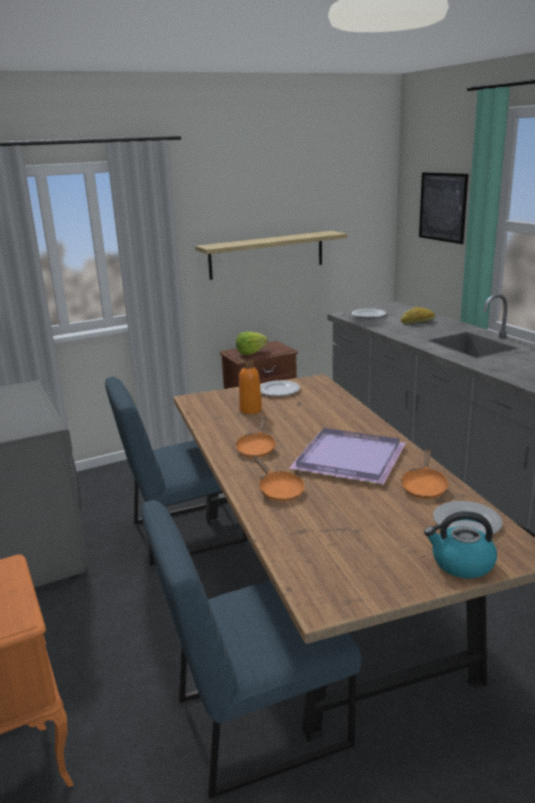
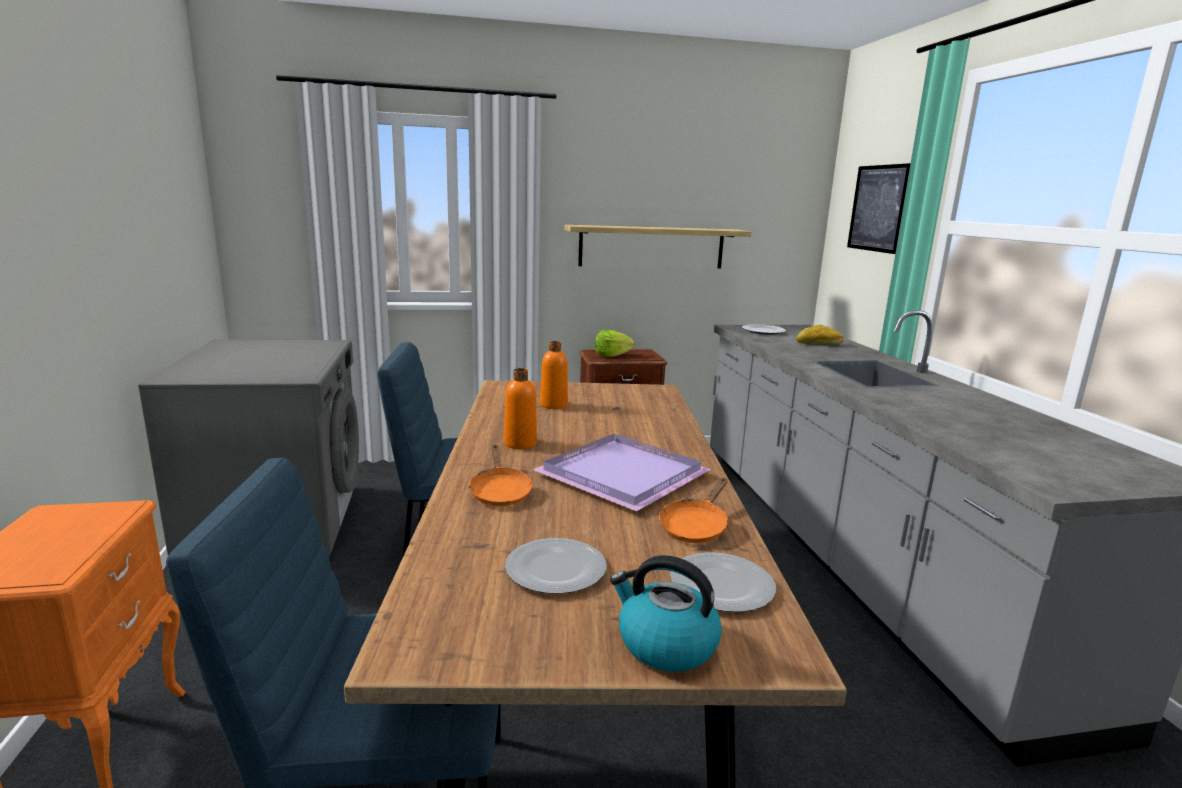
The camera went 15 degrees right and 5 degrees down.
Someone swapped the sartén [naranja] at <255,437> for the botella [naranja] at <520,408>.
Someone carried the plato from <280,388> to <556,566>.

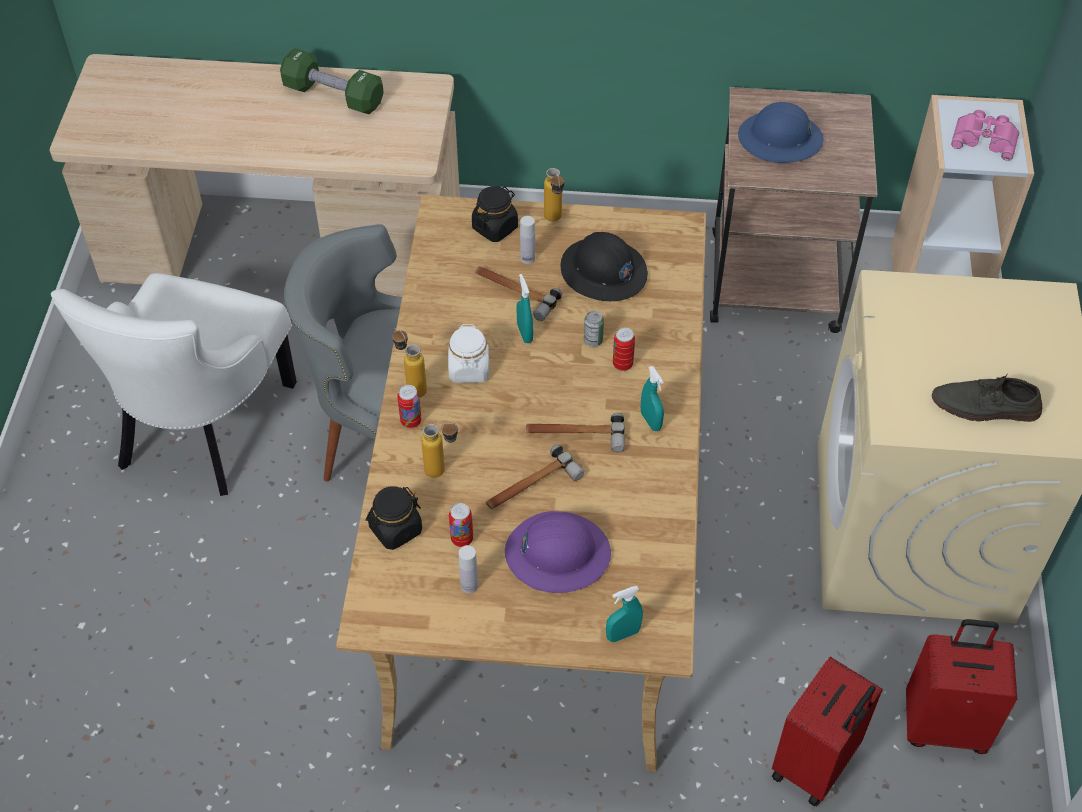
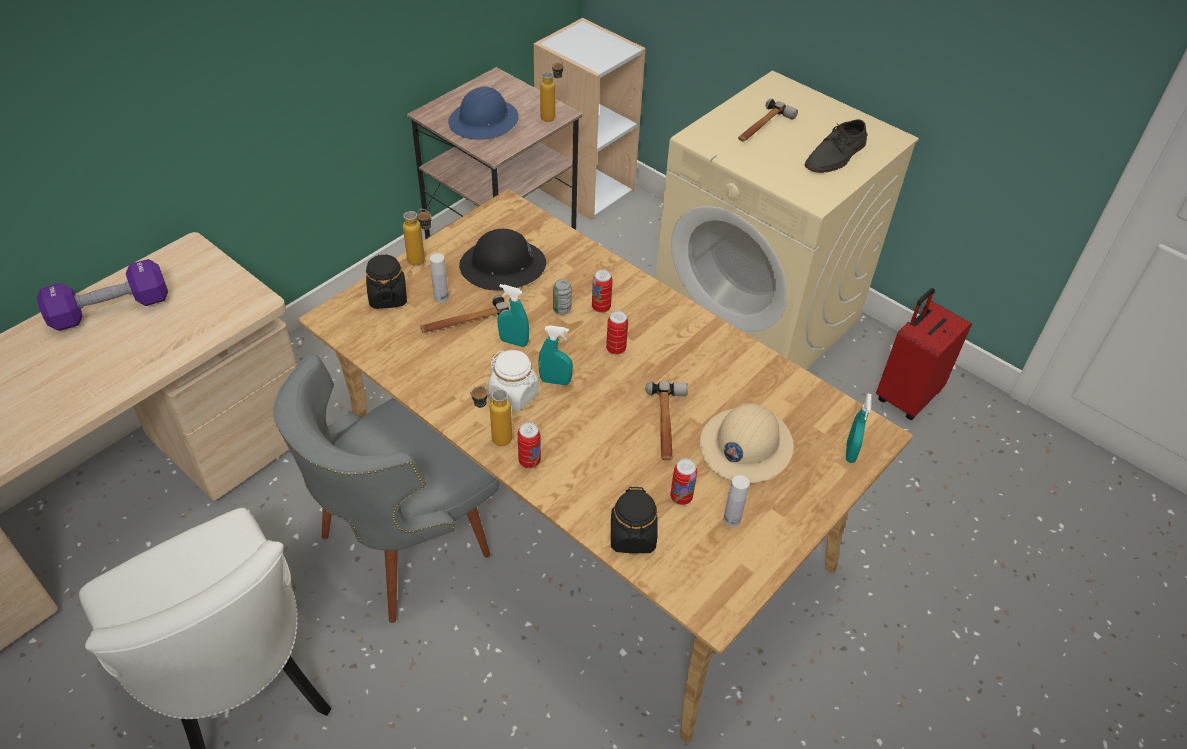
The camera went 55 degrees left and 5 degrees down.
Someone repainted the mancuerna [verde] at <332,81>, which became the mancuerna [morado] at <102,295>.
Someone carried the pulverizador [turquesa] from <652,398> to <555,355>.
Someone carried the botella from <440,450> to <551,90>.
Someone put down the lata at <617,333>.
Someone repainted the casco [morado] at <558,552>, which became the casco [beis] at <747,443>.
Someone carried the martillo from <575,432> to <768,120>.
Someone took away the maleta [rojo] at <827,732>.
Someone took away the prismáticos [rosa] at <985,135>.

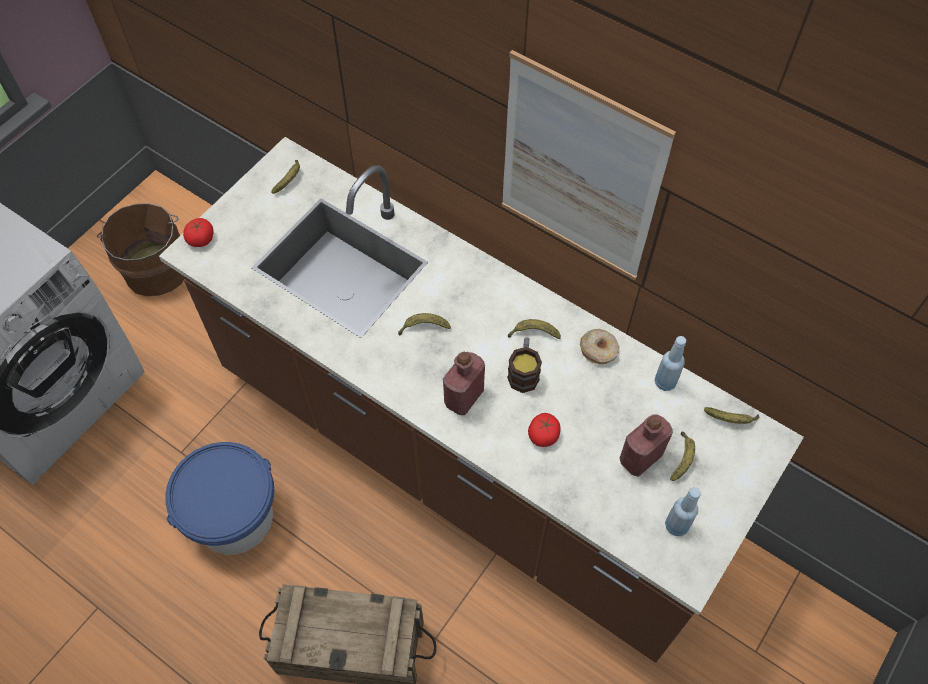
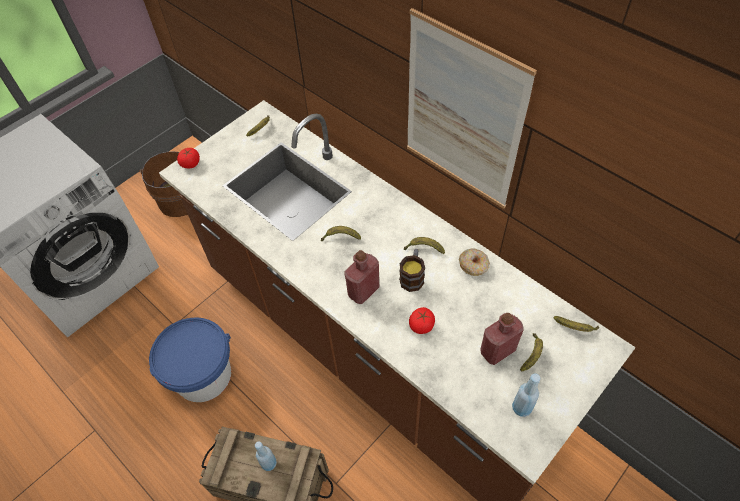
The camera went 10 degrees right and 5 degrees down.
Someone carried the botella [azul] from <670,363> to <266,456>.

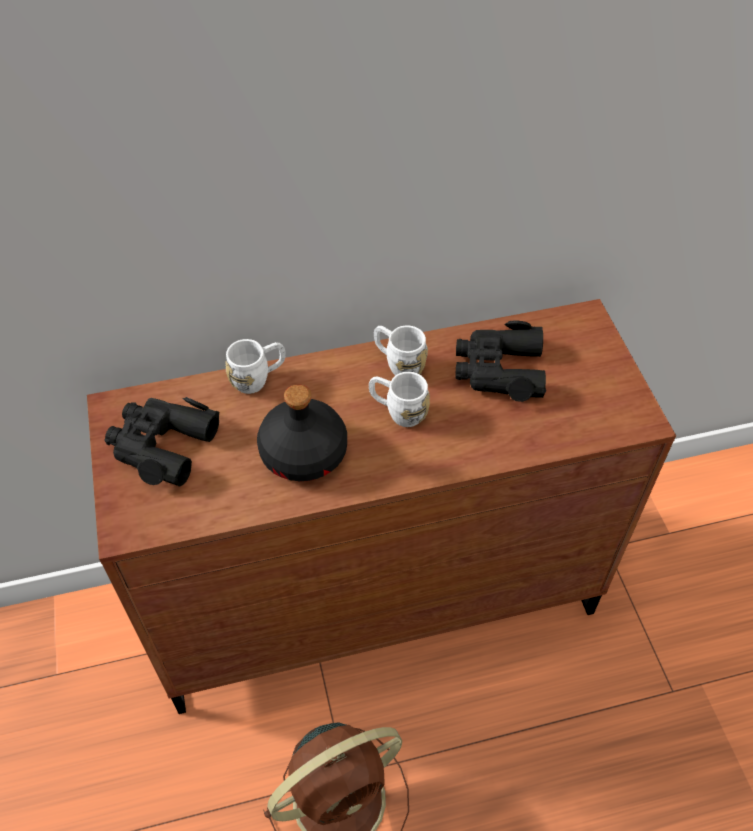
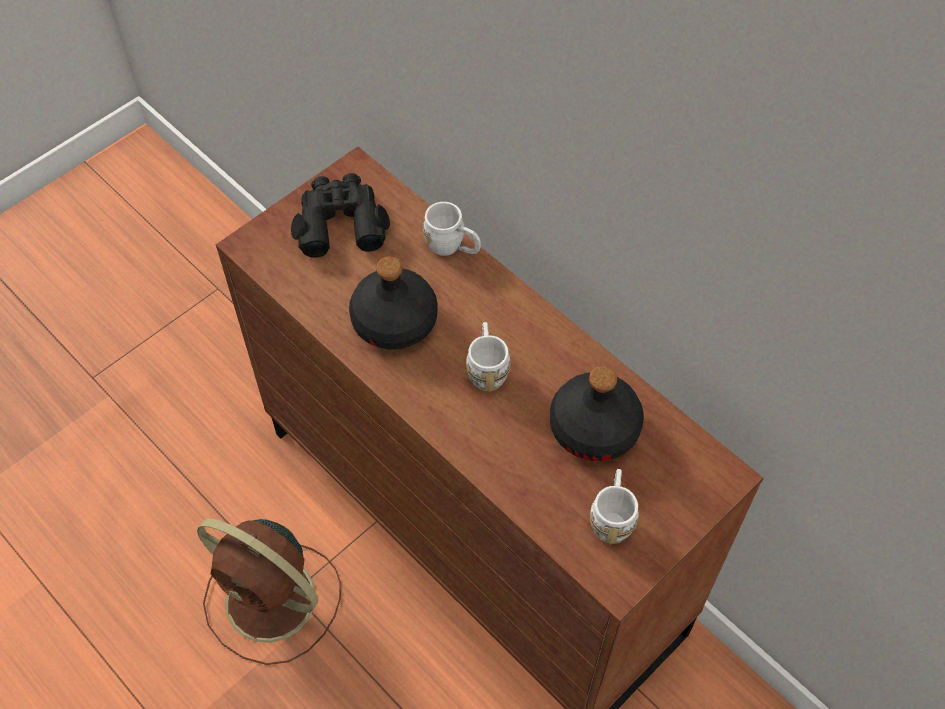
The camera went 60 degrees right and 5 degrees up.
Someone swapped the prismáticos [negro] at <501,361> for the botella [negro] at <597,413>.
Someone carried the taza grande [blanco] from <401,350> to <614,507>.

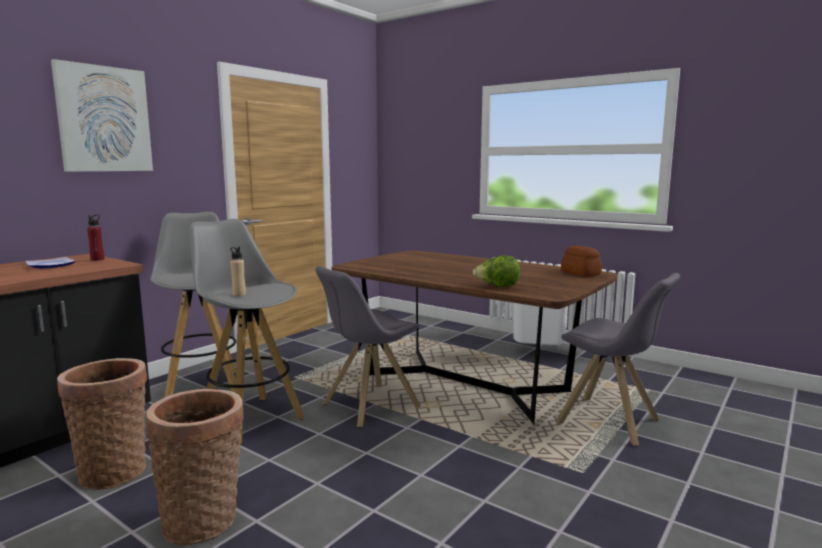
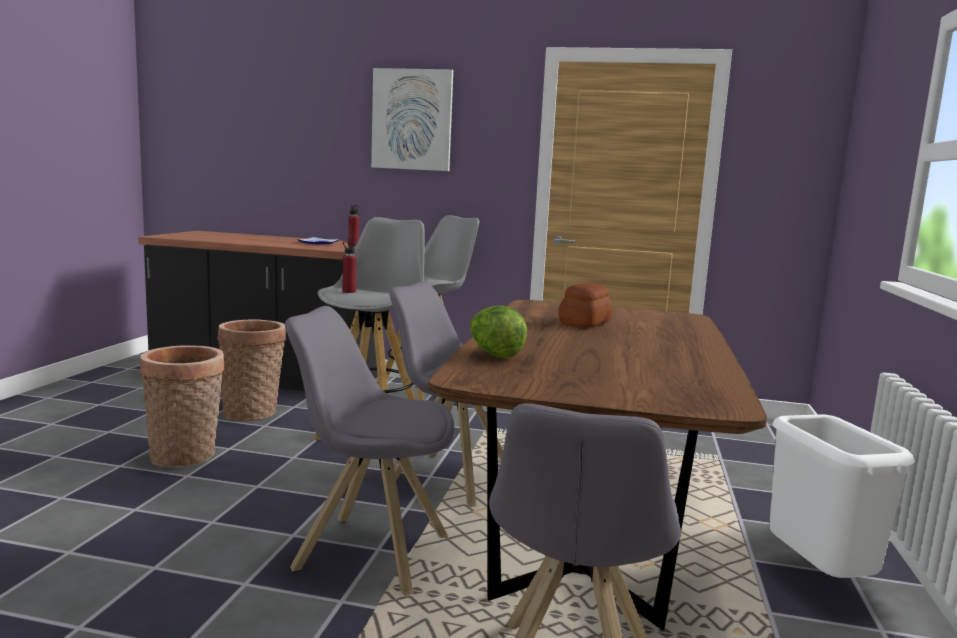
The camera went 65 degrees right and 0 degrees up.
Someone put down the silla [gris] at <369,451>.
Someone repainted the botella [beis] at <238,271>, which became the botella [rojo] at <349,267>.
Someone carried the pan from <581,261> to <585,305>.

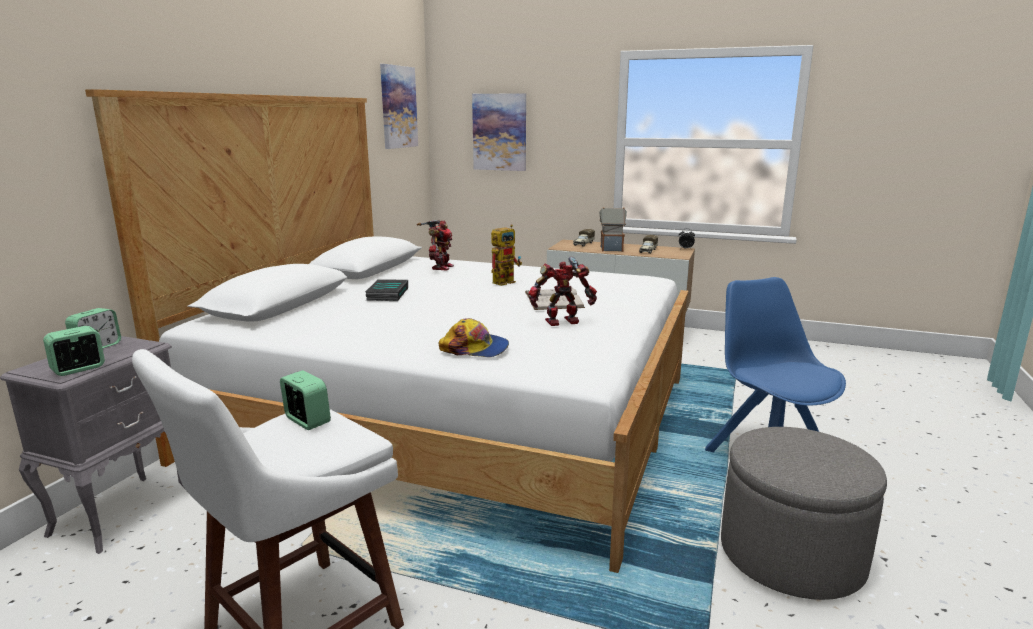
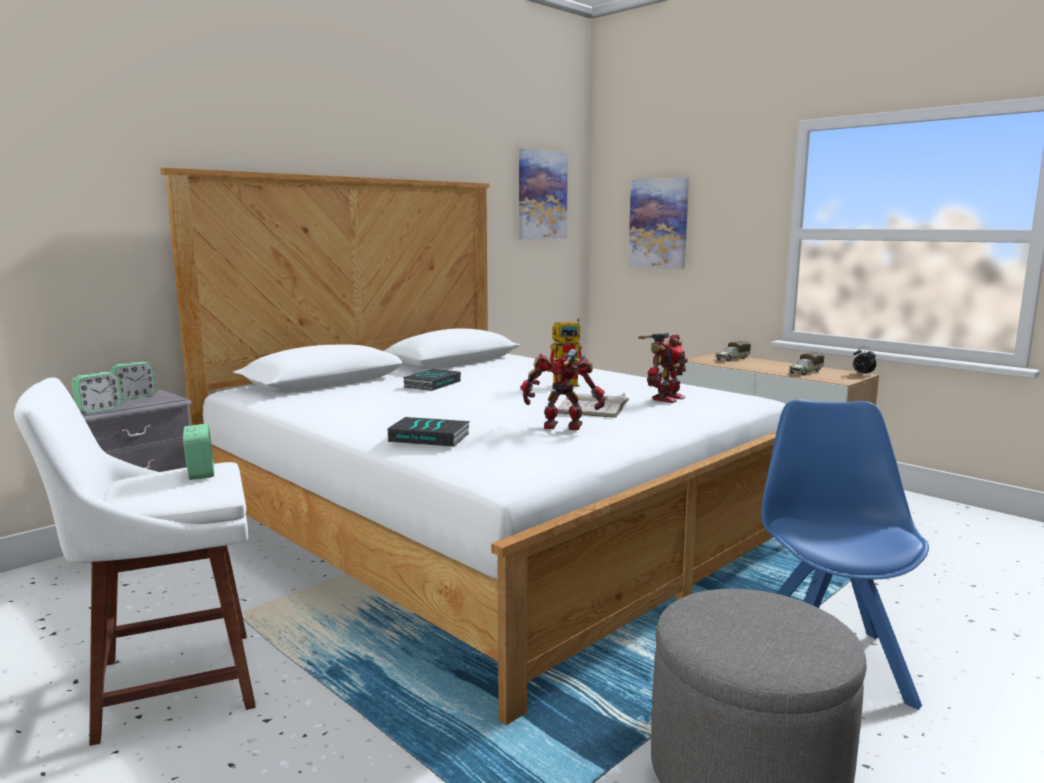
The camera went 25 degrees right and 5 degrees down.
Someone rotated the despertador at <74,351> by 150 degrees clockwise.
Someone swapped the gorra at <474,337> for the libro at <428,432>.
Someone carried the robot de juguete from <435,245> to <663,367>.
Someone took away the casita at <613,229>.

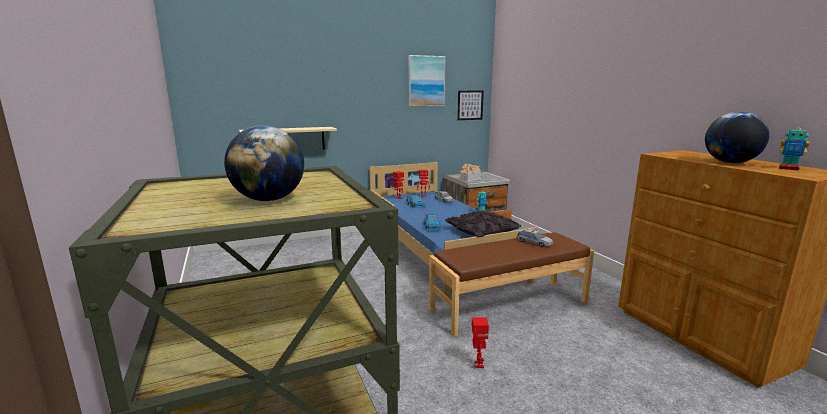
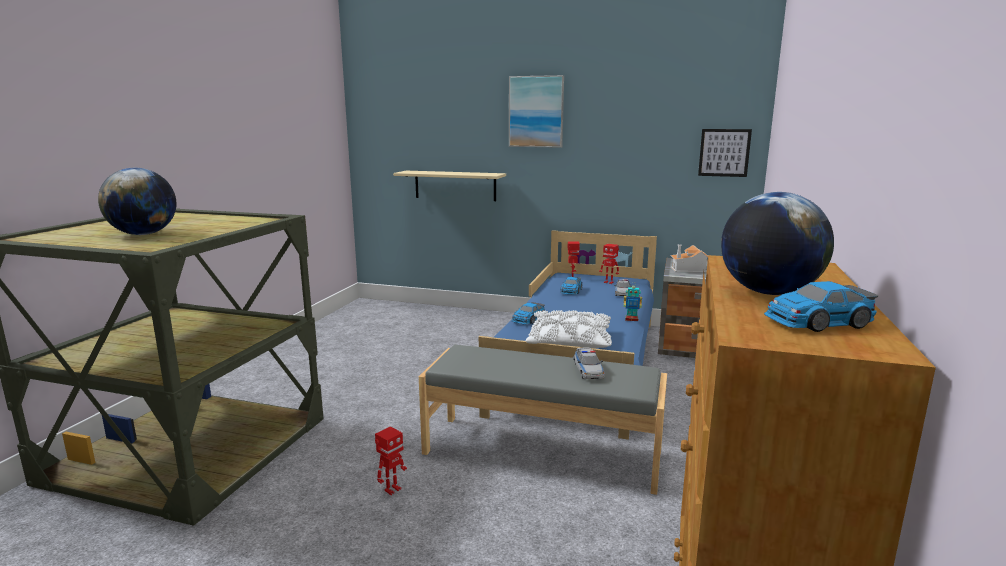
The camera went 40 degrees right and 0 degrees up.
Someone repainted the banco [marrón] at <511,284>, which became the banco [gris] at <543,420>.
Someone carried the cuadro from <427,80> to <536,111>.
Someone repainted the cojín [negro] at <483,224>, which became the cojín [blanco] at <569,329>.
Someone swapped the robot de juguete at <794,146> for the coche de juguete at <821,306>.

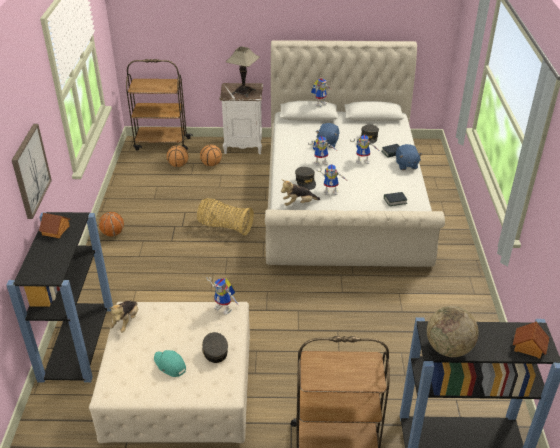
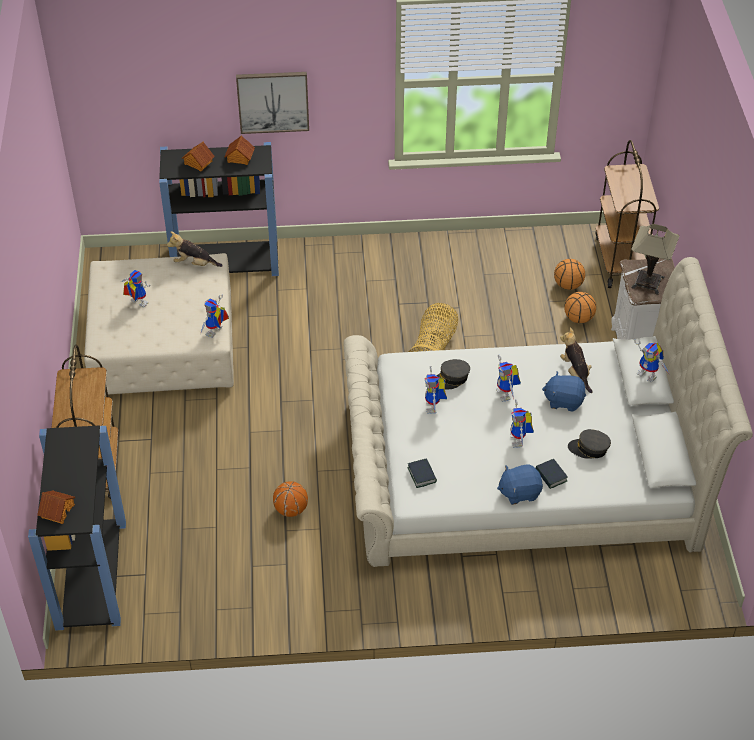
The camera went 85 degrees right and 10 degrees up.
Someone swapped the gorra [turquesa] at <170,363> for the robot de juguete at <135,289>.
Someone put down the casita at <198,156>.
Someone carried the balón de baloncesto from <111,224> to <290,499>.
Someone carried the peluche from <300,193> to <576,360>.
Someone took away the gorra [gris] at <215,347>.
Someone took away the globo terráqueo at <453,331>.

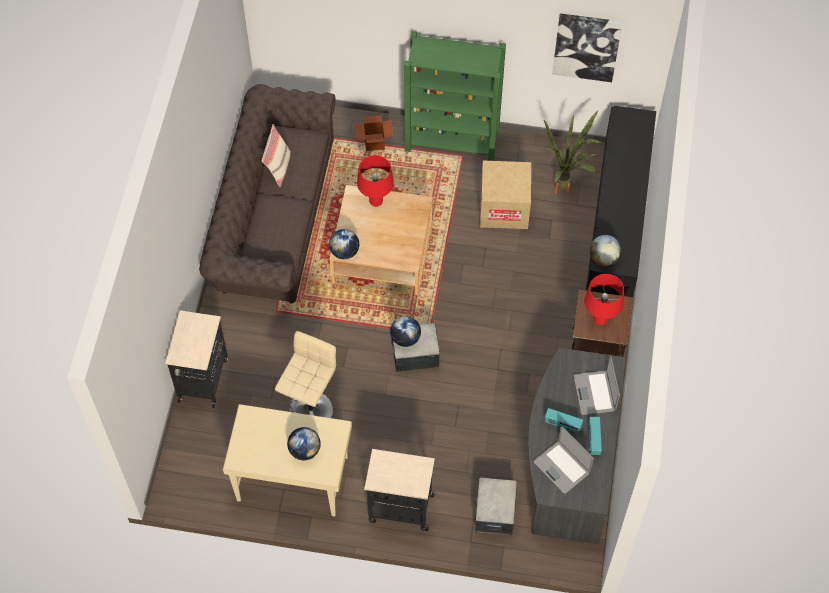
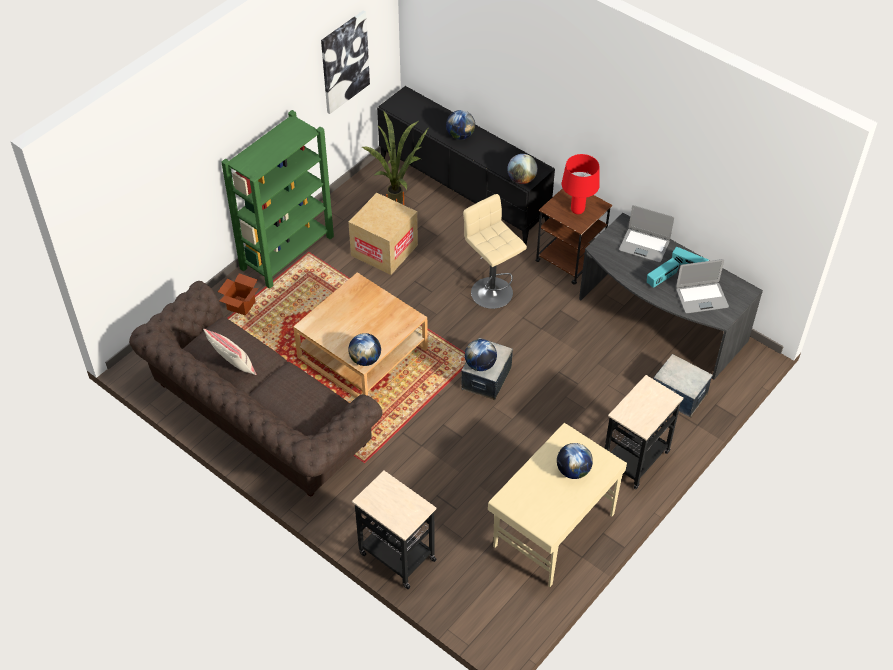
The camera went 60 degrees left and 10 degrees down.
Someone put down the globo terráqueo at <460,125>.
Someone carried the taburete [beis] from <305,374> to <495,251>.
Someone took away the lámpara de mesa [rojo] at <375,181>.

